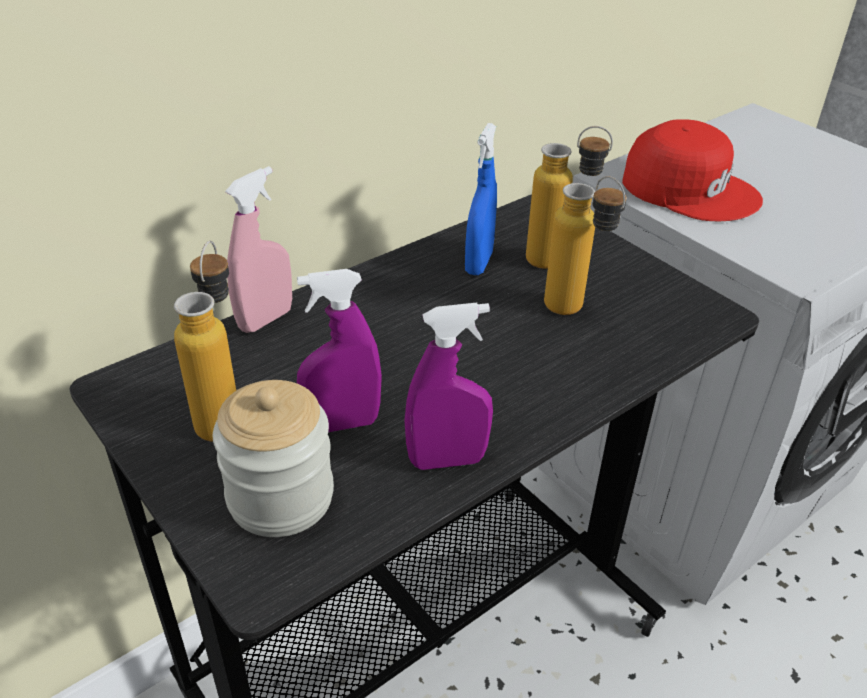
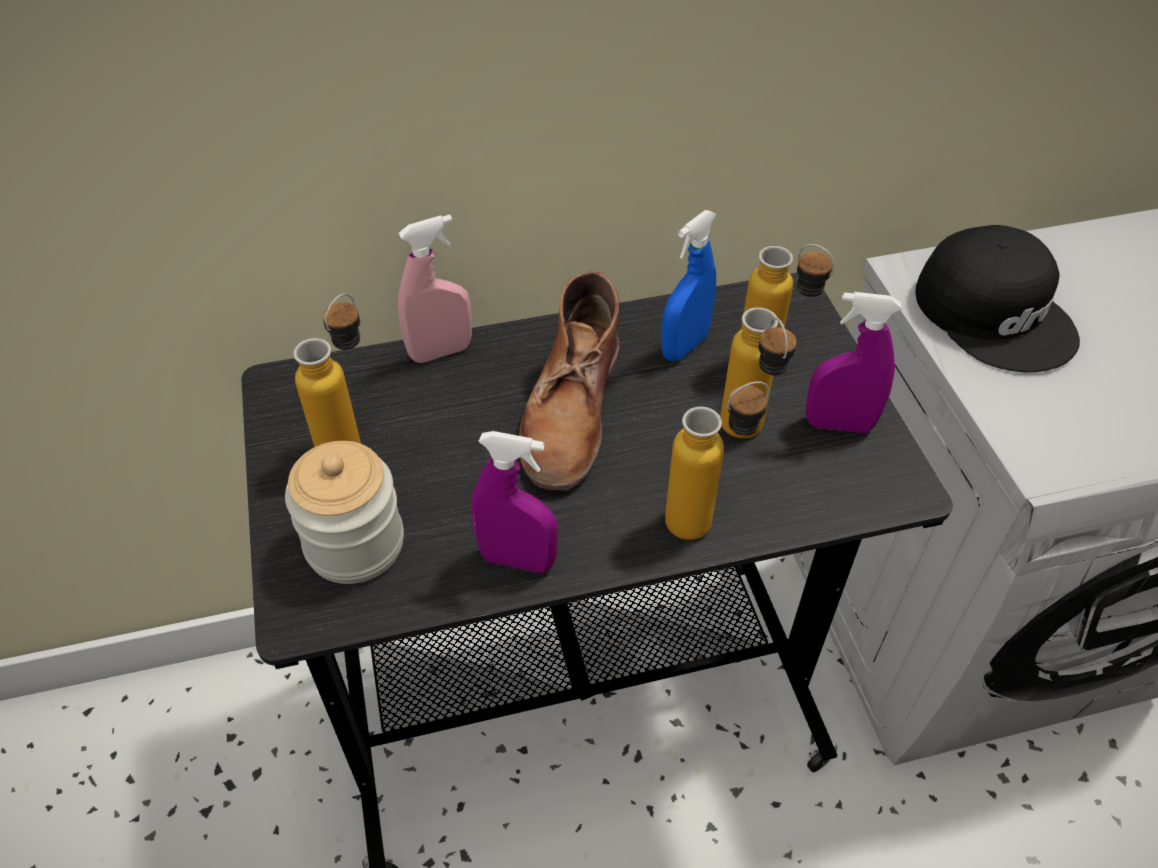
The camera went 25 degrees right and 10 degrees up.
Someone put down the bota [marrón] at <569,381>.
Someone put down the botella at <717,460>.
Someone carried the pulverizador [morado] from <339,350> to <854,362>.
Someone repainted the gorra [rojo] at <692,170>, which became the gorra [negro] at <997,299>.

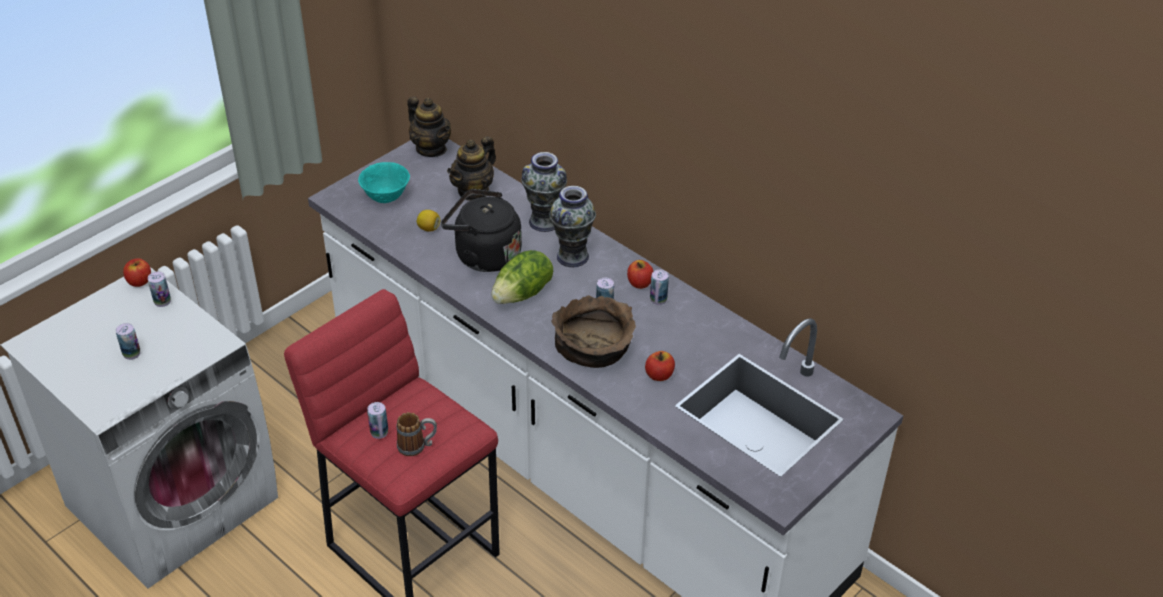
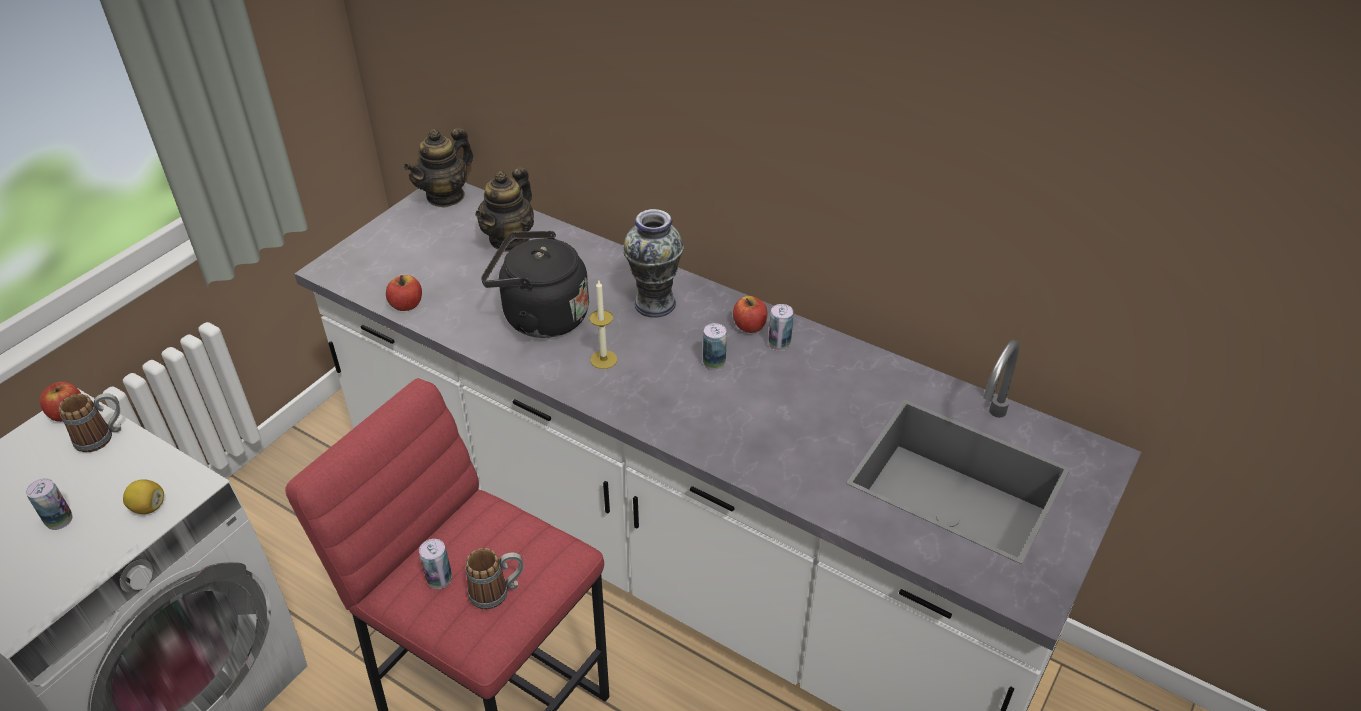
The camera went 10 degrees left and 0 degrees up.
Someone swapped the lata at <159,289> for the taza grande at <90,422>.
Someone carried the limón from <428,221> to <143,496>.
Someone carried the manzana from <660,366> to <404,293>.
Someone rotated the tetera at <429,126> by 90 degrees clockwise.
Someone swapped the lechuga at <522,277> for the vela at <603,325>.
Someone took away the cuenco [turquesa] at <384,182>.
Someone took away the florero at <544,192>.
Someone took away the cuenco [marrón] at <593,331>.

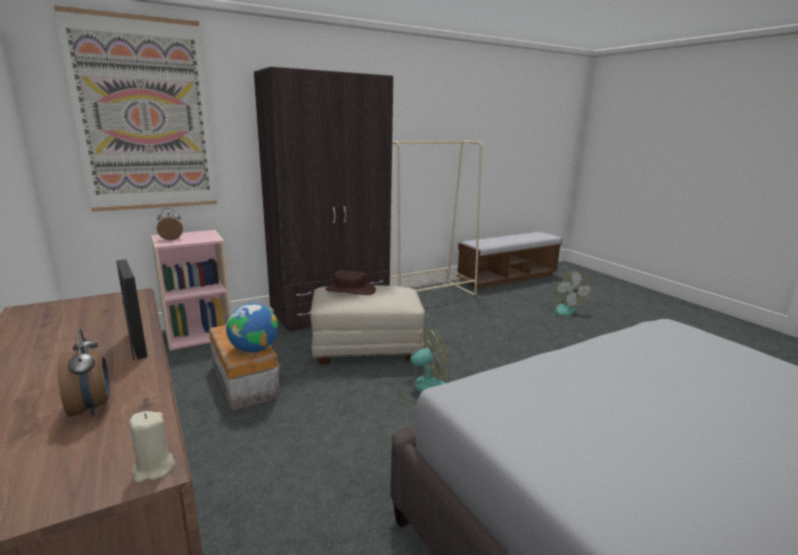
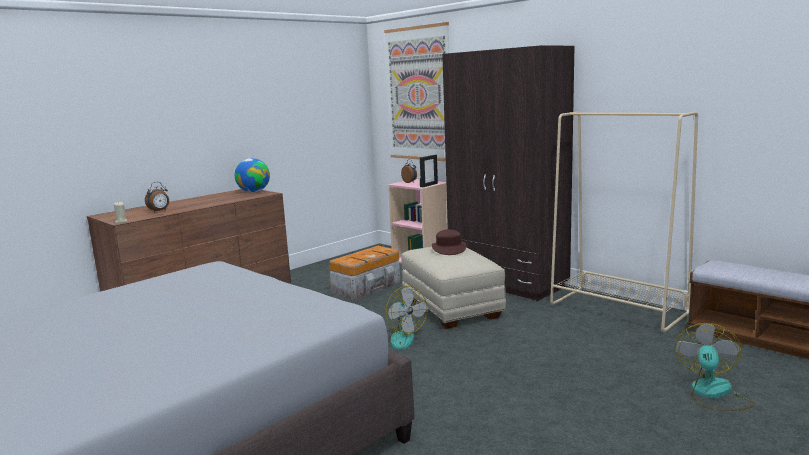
The camera went 75 degrees right and 5 degrees down.
Someone carried the globo terráqueo from <252,328> to <252,175>.
Someone carried the portarretratos from <132,309> to <429,171>.
Someone rotated the ventilador at <565,293> by 135 degrees clockwise.

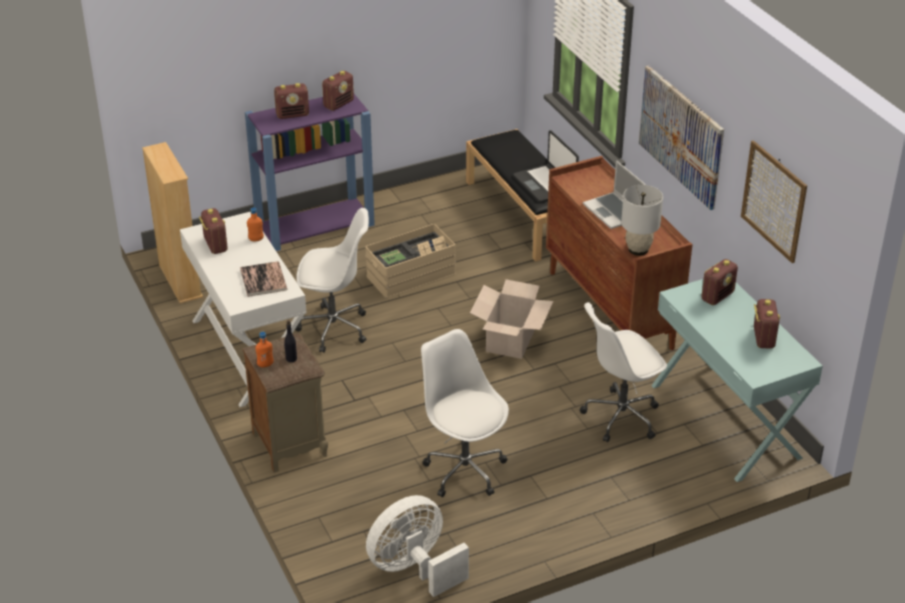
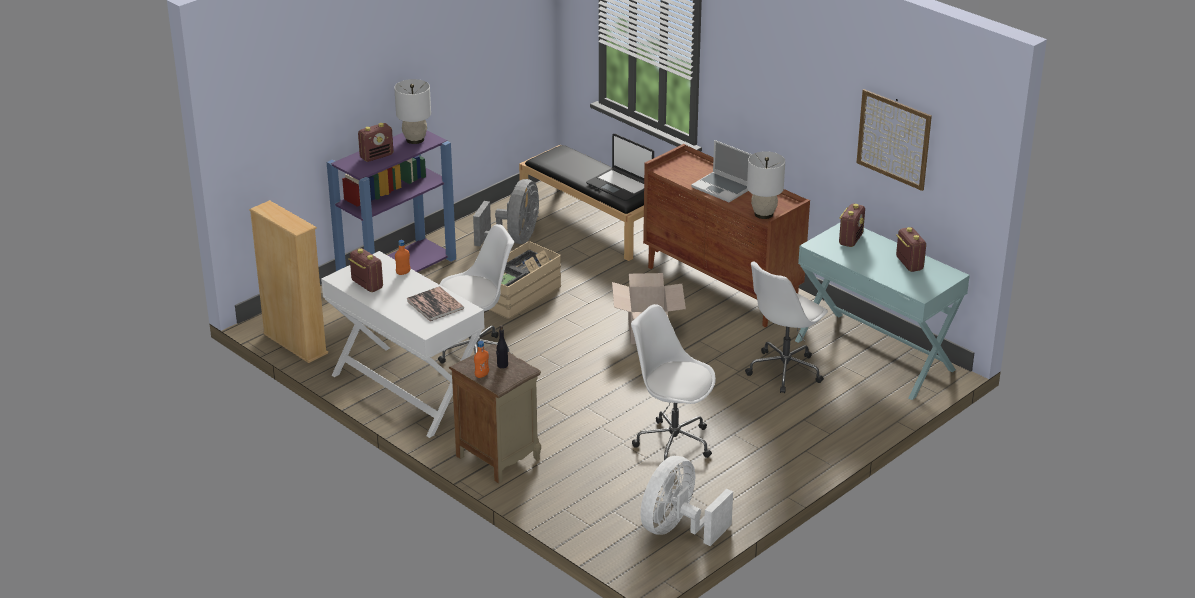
The camera went 20 degrees left and 5 degrees down.
Someone swapped the radio at <338,91> for the lámpara de mesa [blanco] at <412,111>.
Someone put down the ventilador [gris] at <506,212>.
Someone took away the cuadro at <681,138>.

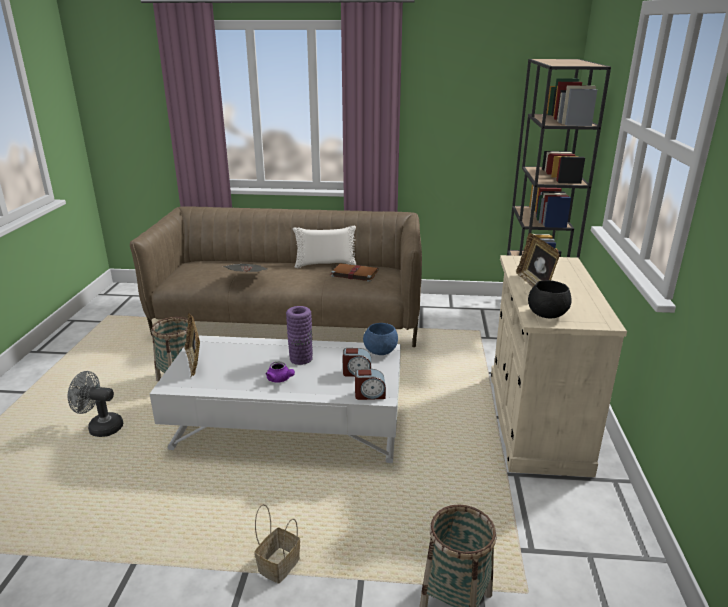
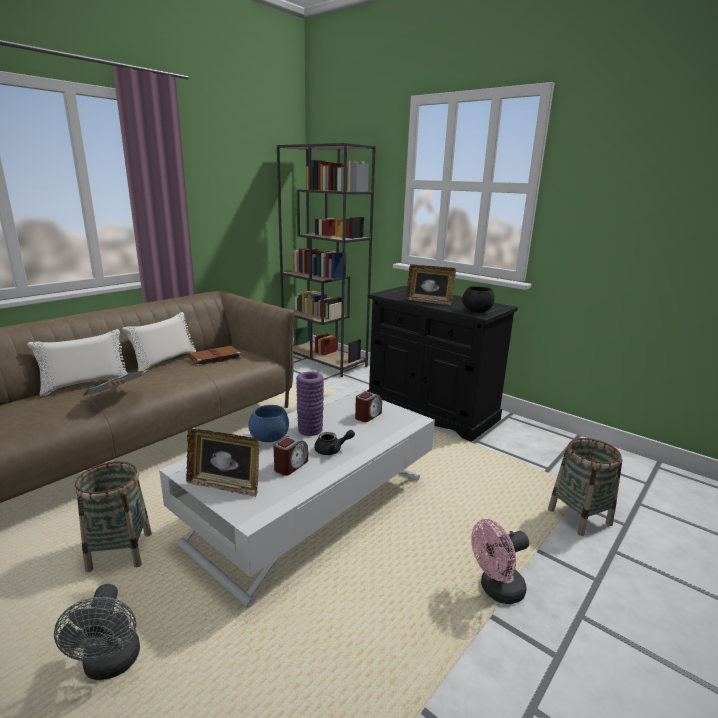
The camera went 55 degrees left and 5 degrees down.
Someone put down the cojín [blanco] at <77,362>.
Someone rotated the ventilador [gris] at <95,404> by 60 degrees counterclockwise.
Someone carried the cuenco [azul] from <380,339> to <269,423>.
Someone carried the despertador from <370,384> to <290,456>.
Someone repainted the tetera [morado] at <280,372>, which became the tetera [negro] at <334,442>.
Someone repainted the armario [beis] at <559,366>, which became the armario [negro] at <442,364>.
Someone swapped the cesta at <277,543> for the ventilador [rosa] at <500,561>.

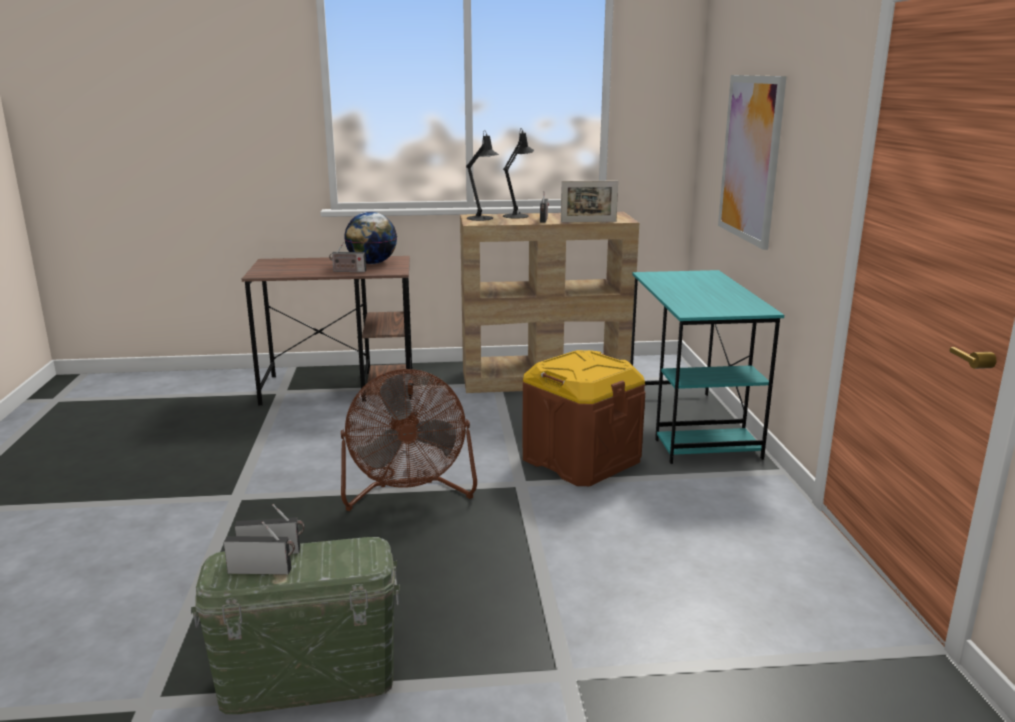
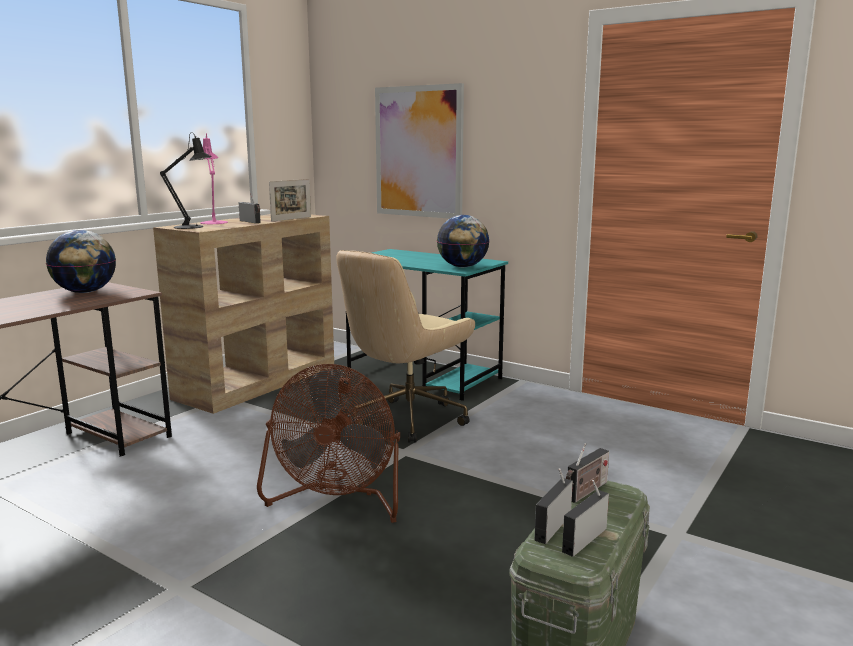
The camera went 50 degrees left and 5 degrees down.
Someone repainted the lámpara de mesa [negro] at <518,173>, which became the lámpara de mesa [rosa] at <214,178>.
Someone rotated the ventilador [marrón] at <409,440> by 75 degrees clockwise.
Someone swapped the caja de almacenaje [marrón] at <583,418> for the silla de oficina [beis] at <405,346>.
Someone put down the globo terráqueo at <463,241>.
Someone carried the radio from <347,257> to <587,473>.

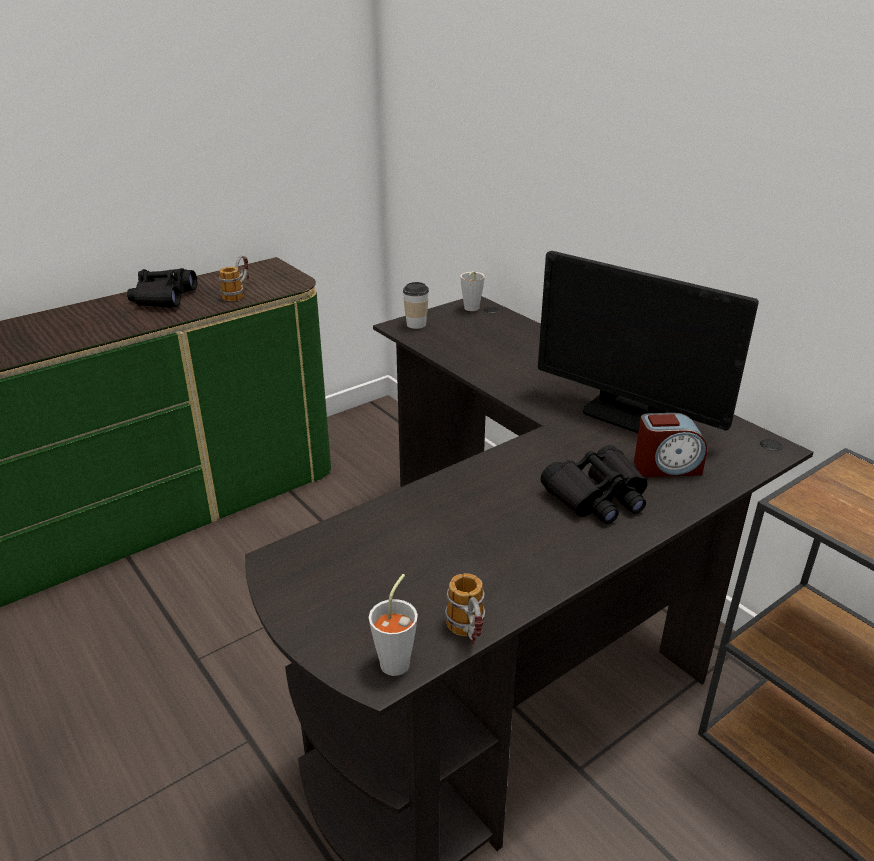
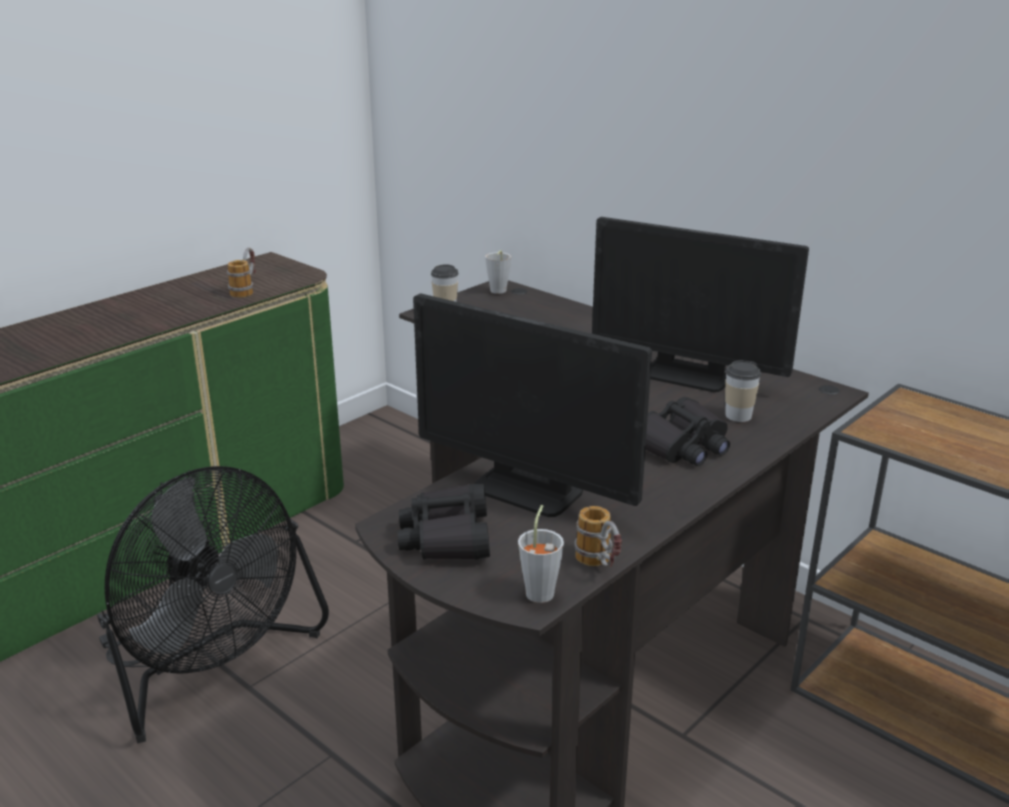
The camera went 10 degrees left and 5 degrees down.
Someone put down the ventilador [negro] at <213,604>.
Someone carried the prismáticos [negro] from <162,288> to <443,522>.
Someone put down the monitor at <532,405>.
Someone swapped the despertador at <670,445> for the taza at <743,391>.

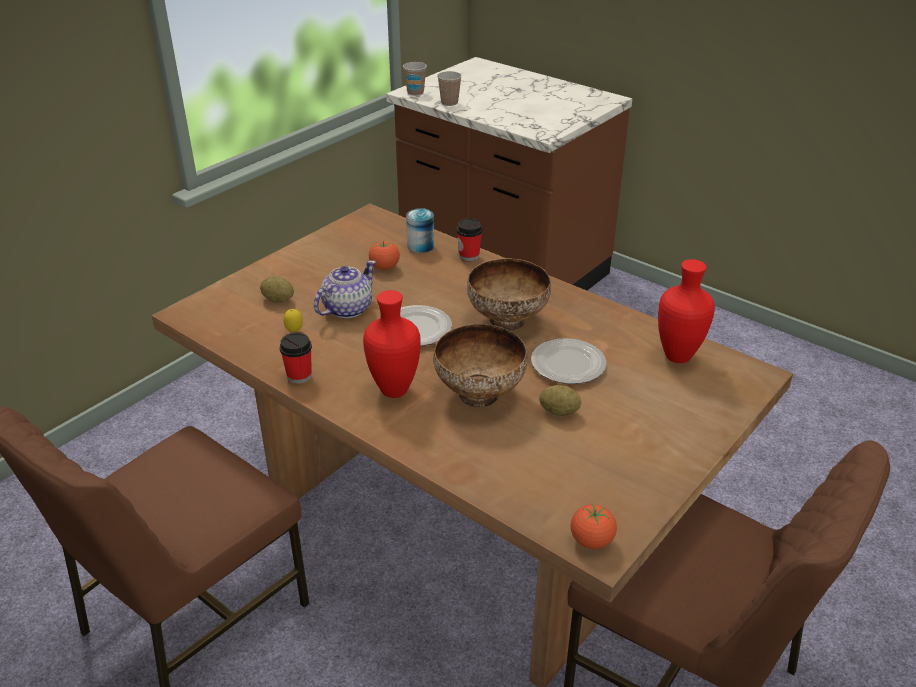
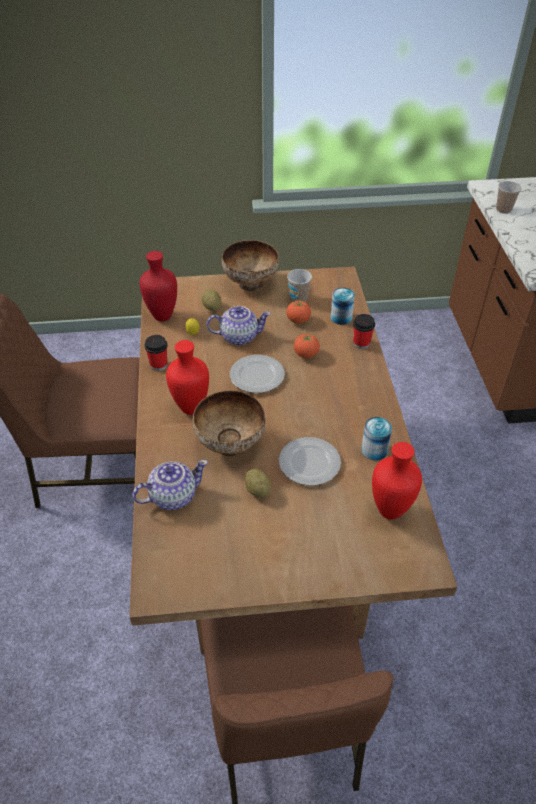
The camera went 45 degrees right and 10 degrees up.
Someone put down the tetera at <170,485>.
Someone put down the florero [rojo] at <158,286>.
Someone carried the cuenco from <509,294> to <250,265>.
Someone carried the taza from <415,79> to <299,285>.
Someone carried the tomate from <594,526> to <307,346>.
Someone put down the lata at <376,439>.

